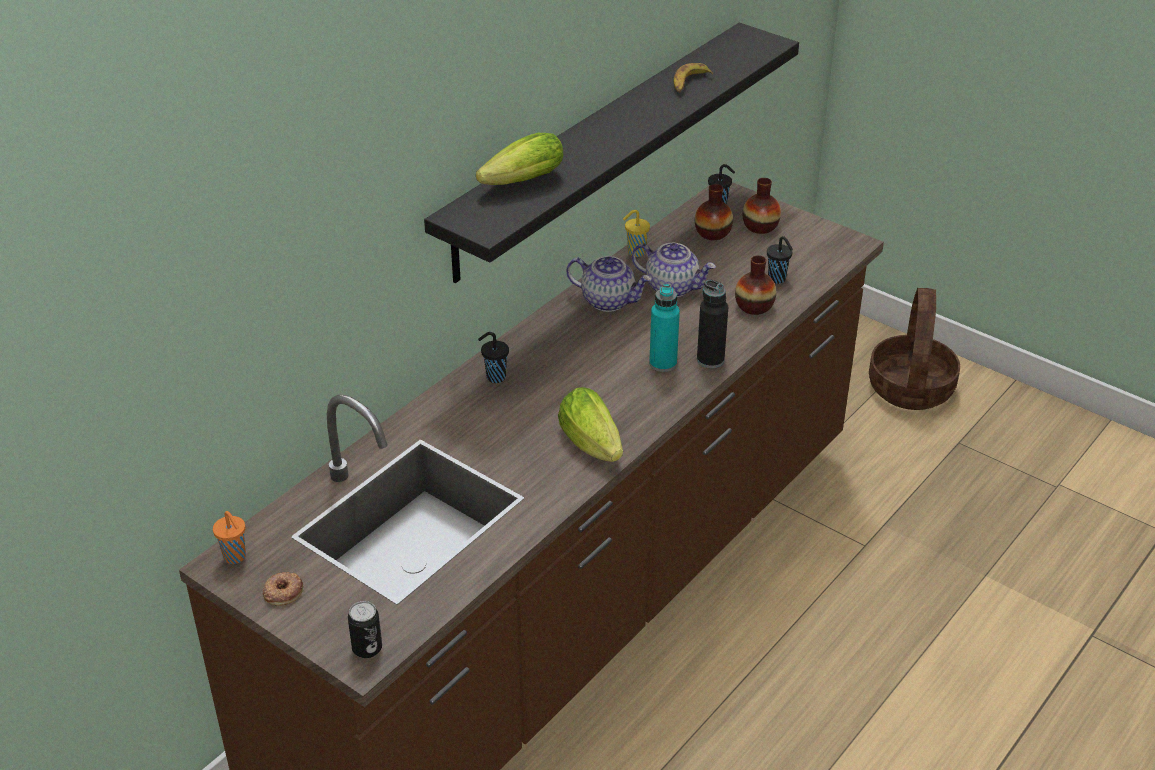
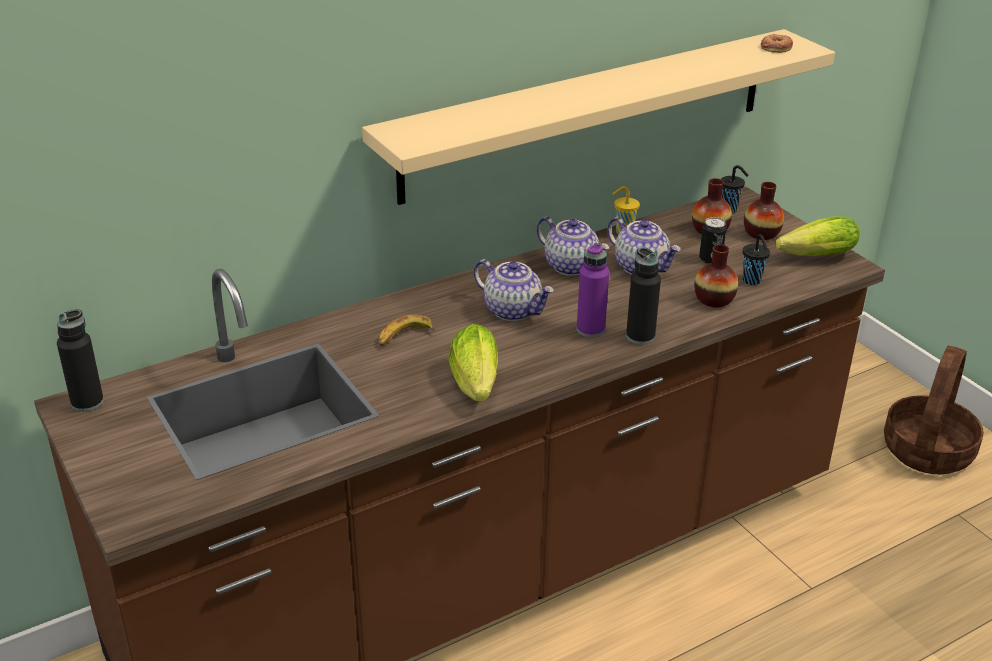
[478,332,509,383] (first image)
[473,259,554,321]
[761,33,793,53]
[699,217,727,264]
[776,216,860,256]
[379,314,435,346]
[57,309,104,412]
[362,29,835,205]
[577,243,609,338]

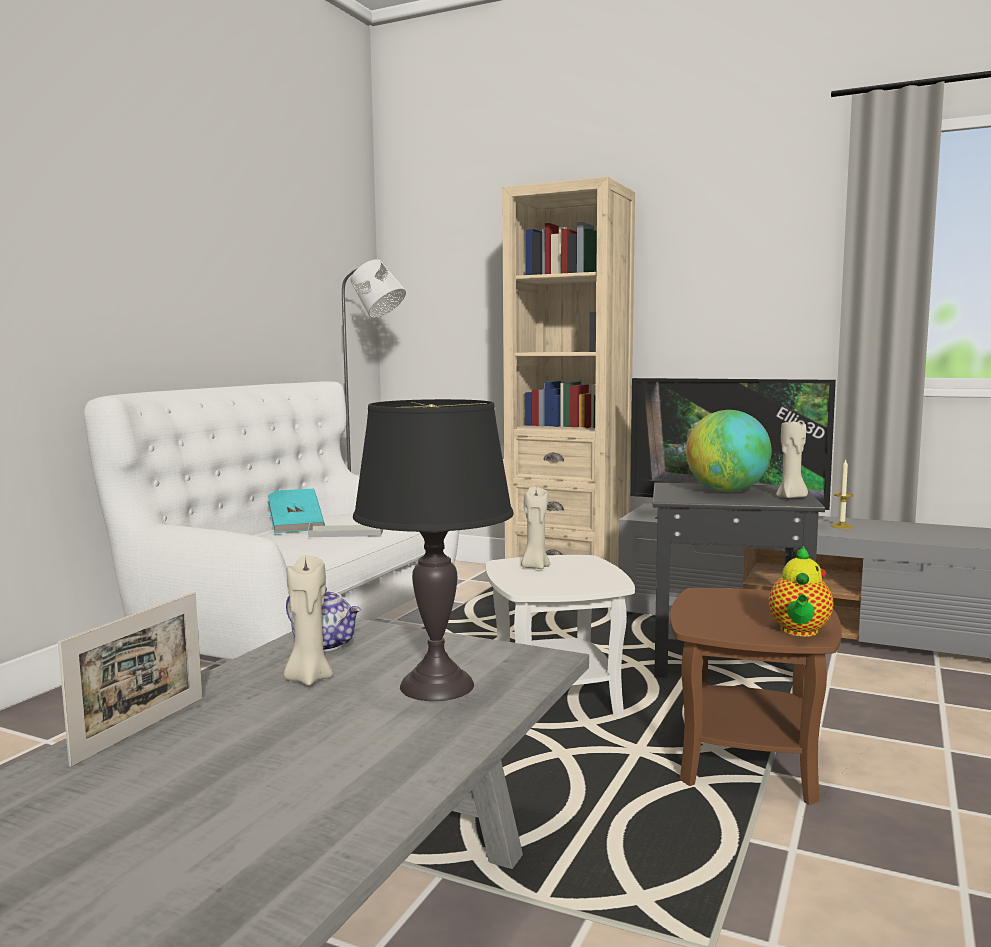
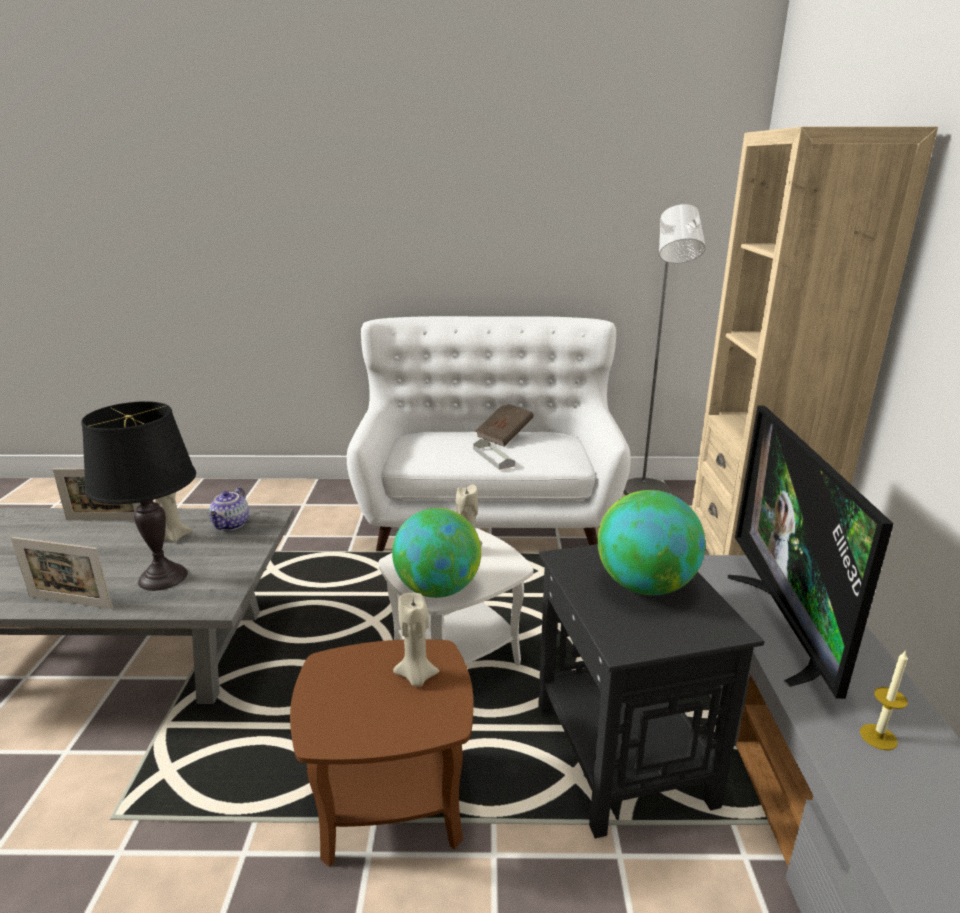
[769,546,833,637] (first image)
[11,537,113,609]
[392,508,481,598]
[393,593,439,687]
[476,404,534,446]

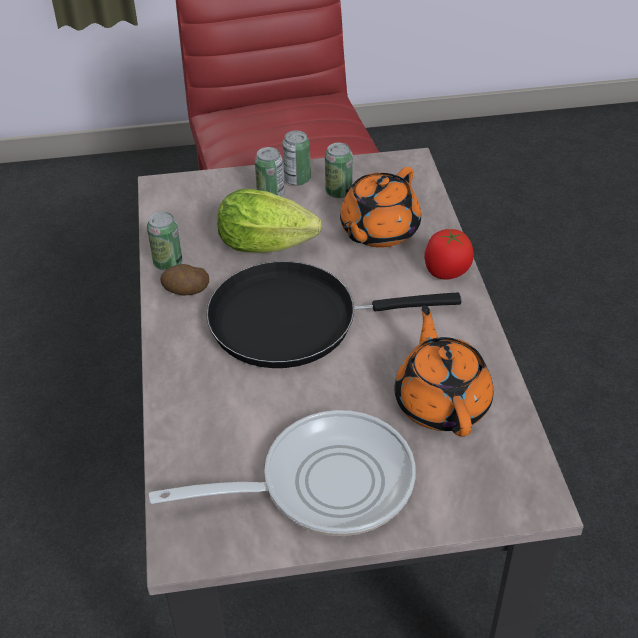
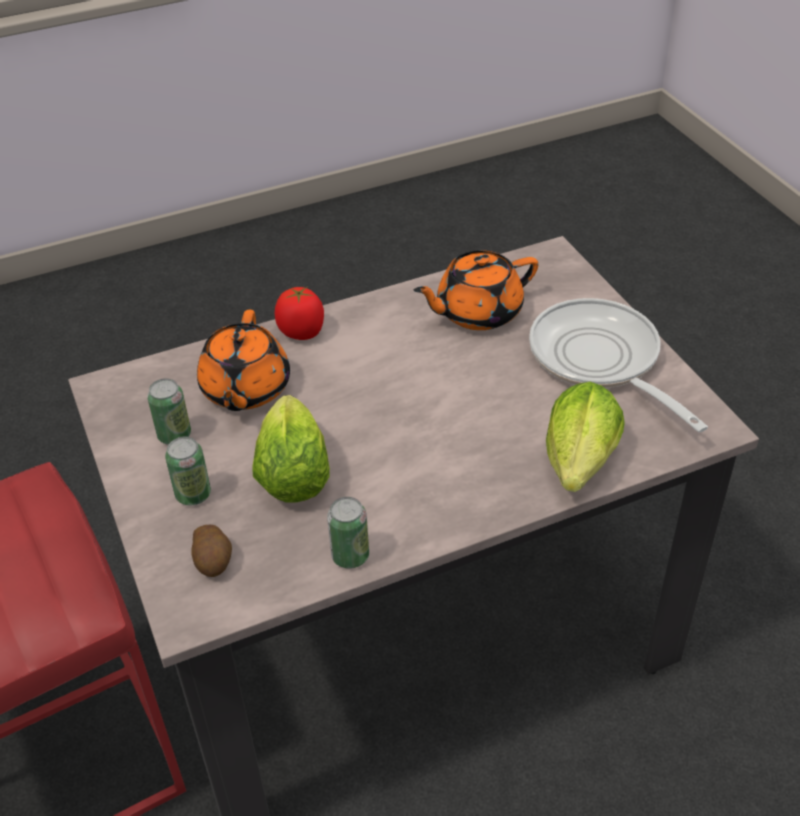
[206,261,462,368] (first image)
[282,130,311,186] (first image)
[546,382,625,492]
[191,525,232,577]
[197,310,290,411]

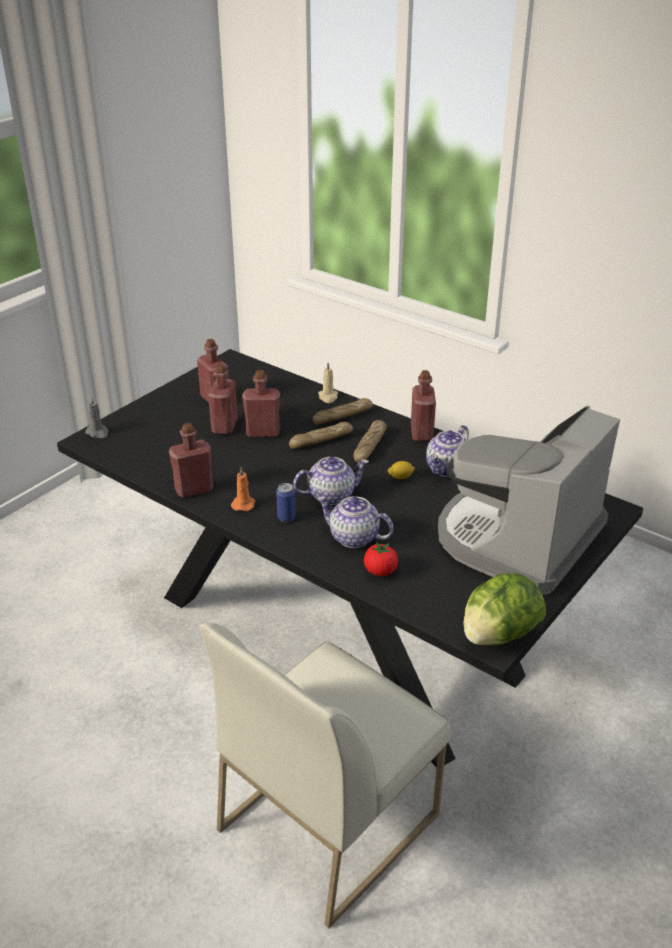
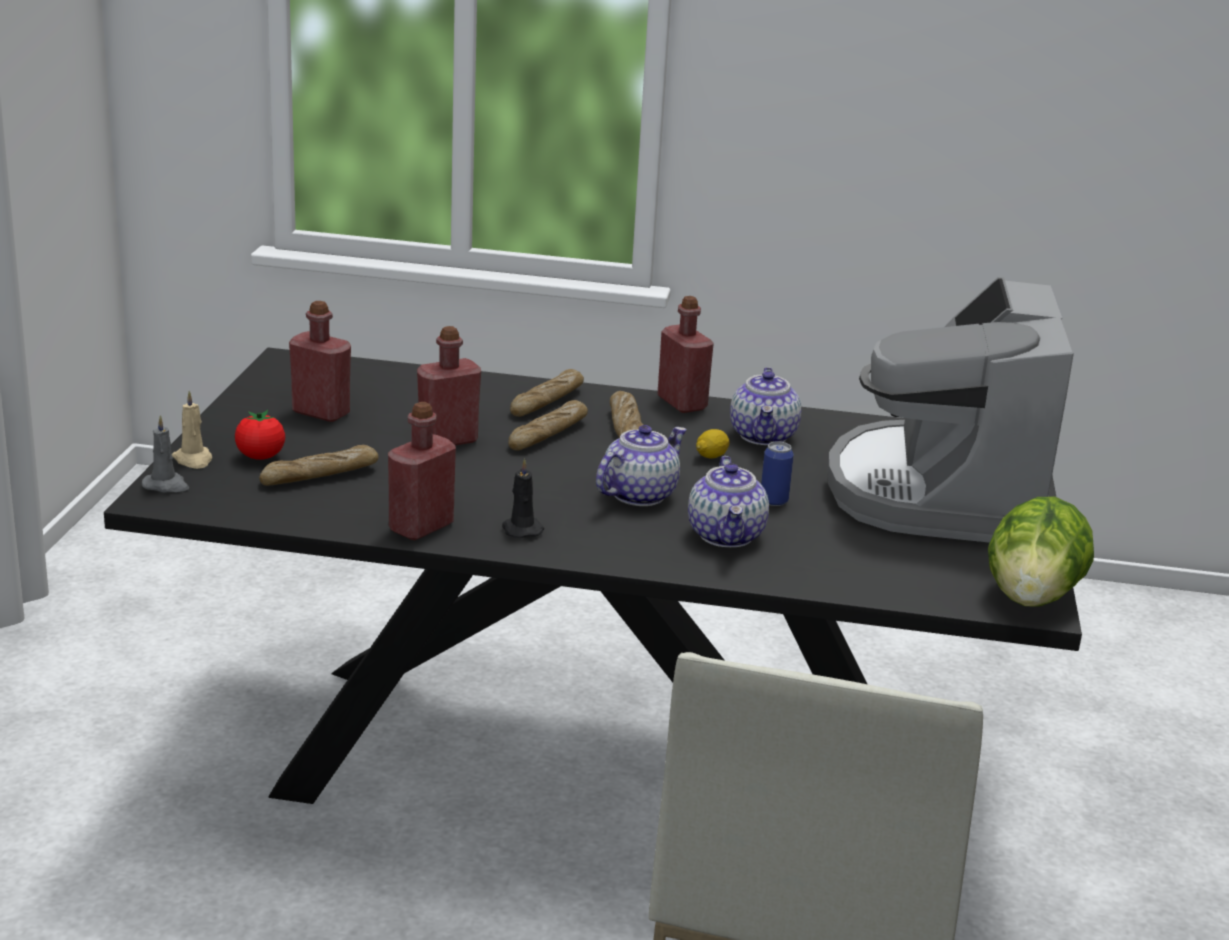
[208,364,238,435] (first image)
[259,445,379,486]
[761,441,794,506]
[172,391,212,469]
[235,410,285,460]
[502,458,544,538]
[688,456,769,547]

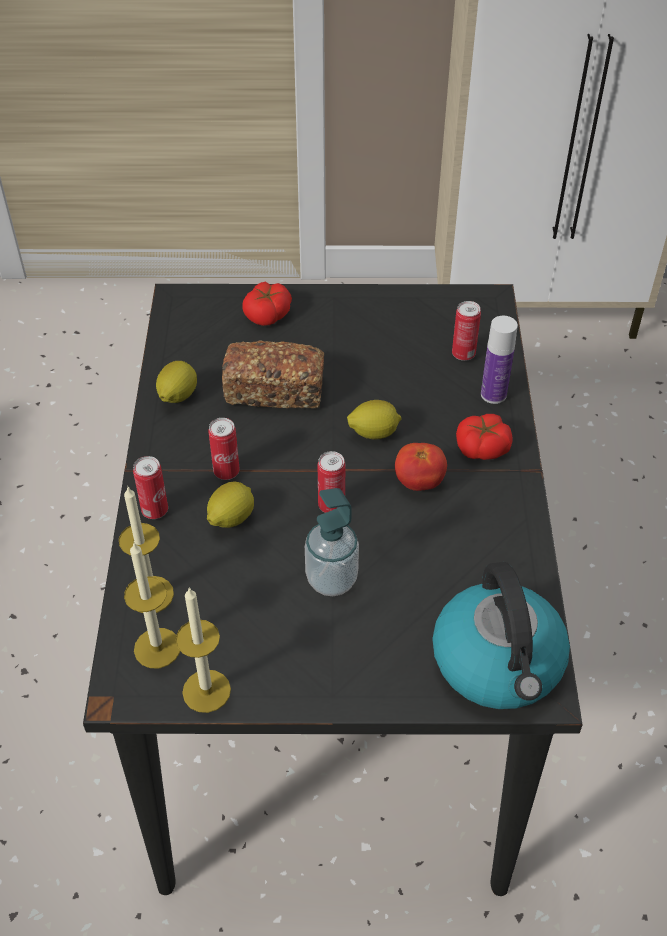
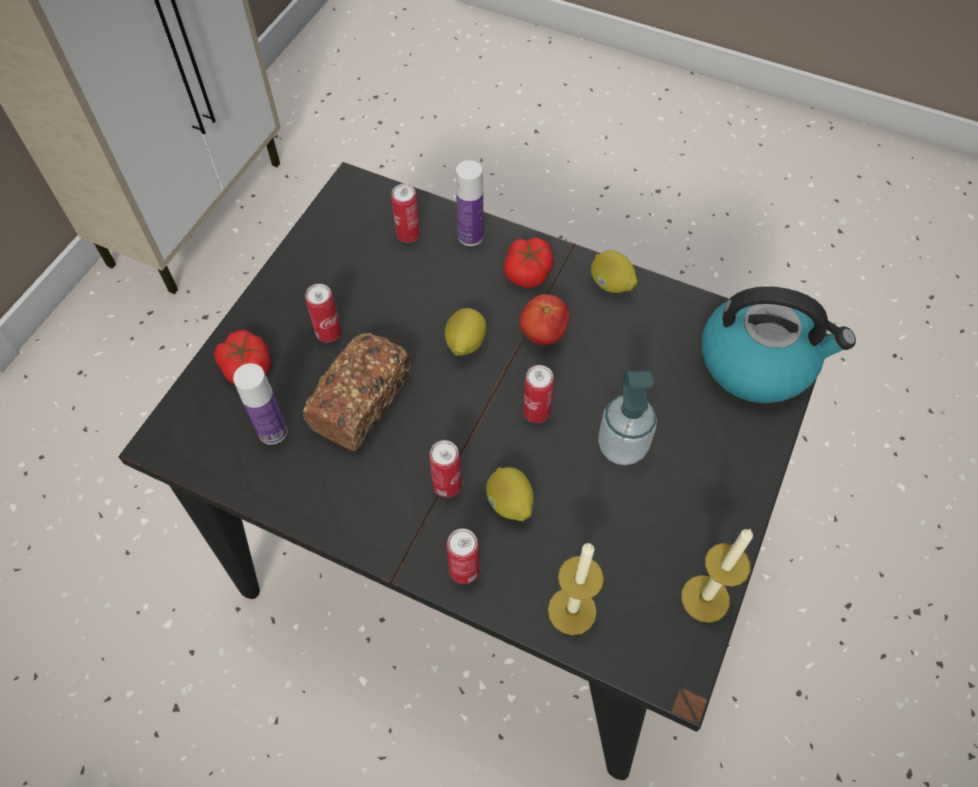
[124,543,180,668] (first image)
[233,363,287,445]
[305,284,341,342]
[591,250,638,293]

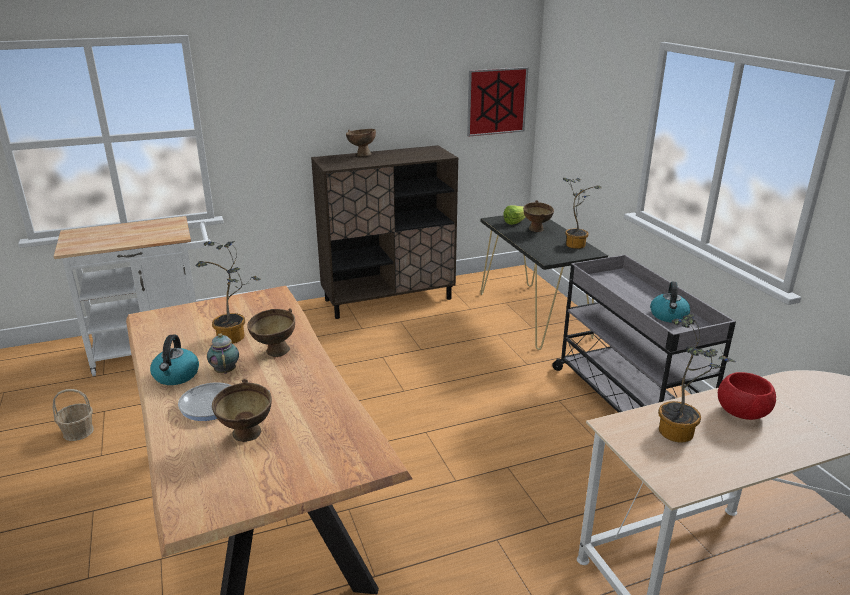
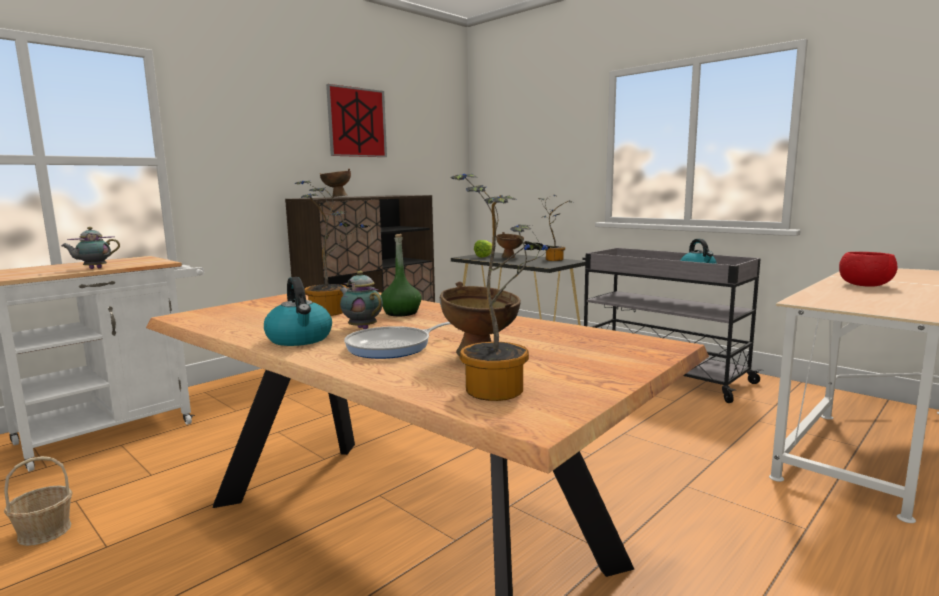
[61,227,120,269]
[326,84,387,157]
[451,174,557,401]
[381,234,422,316]

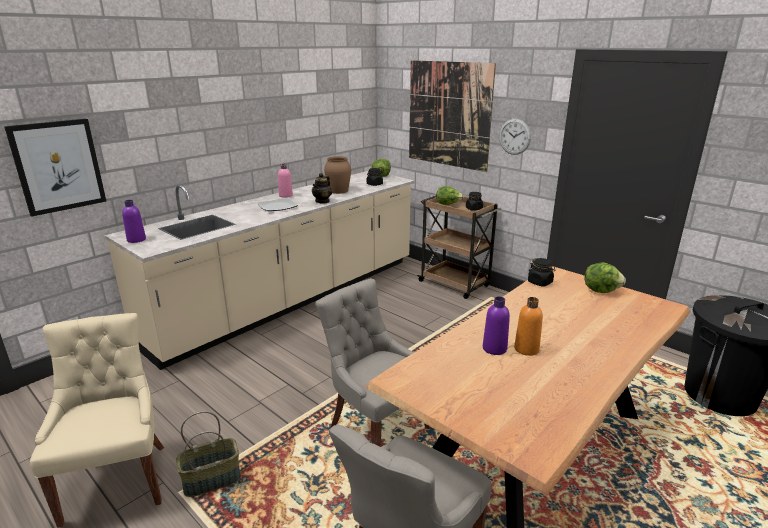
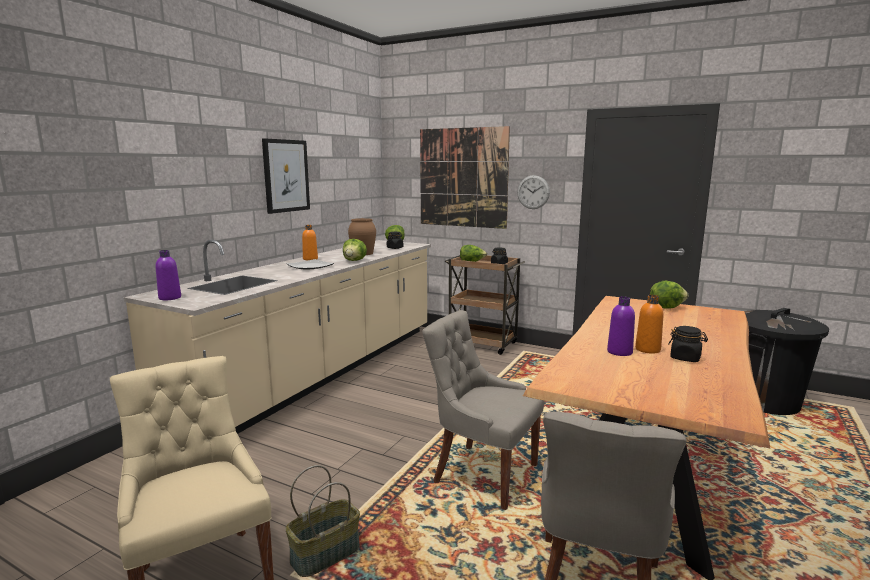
[262,138,310,214]
[668,326,708,362]
[343,239,367,261]
[302,225,318,260]

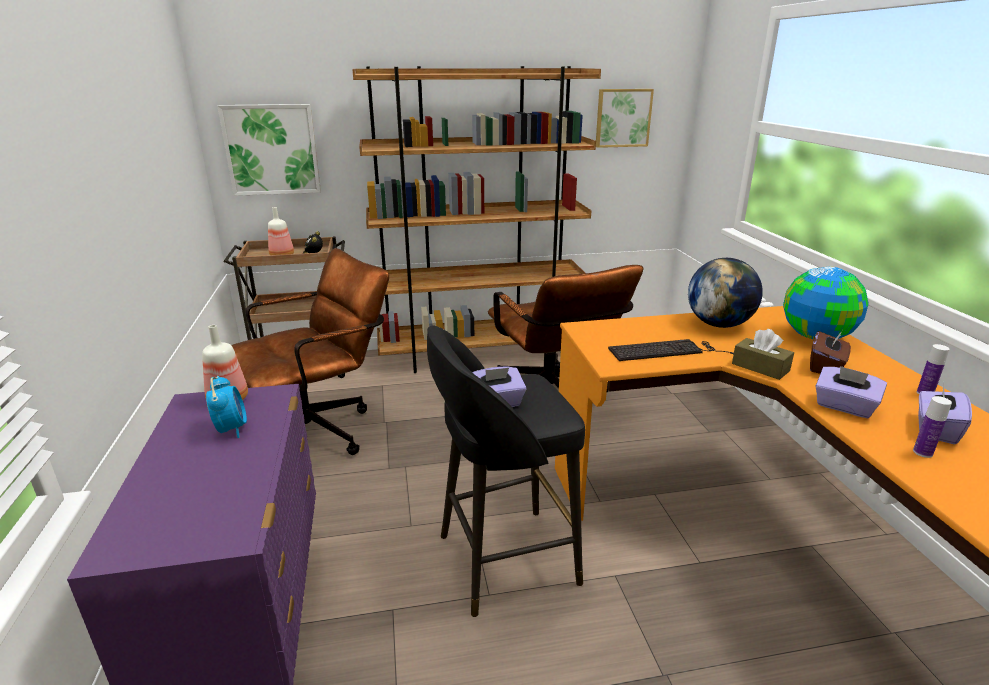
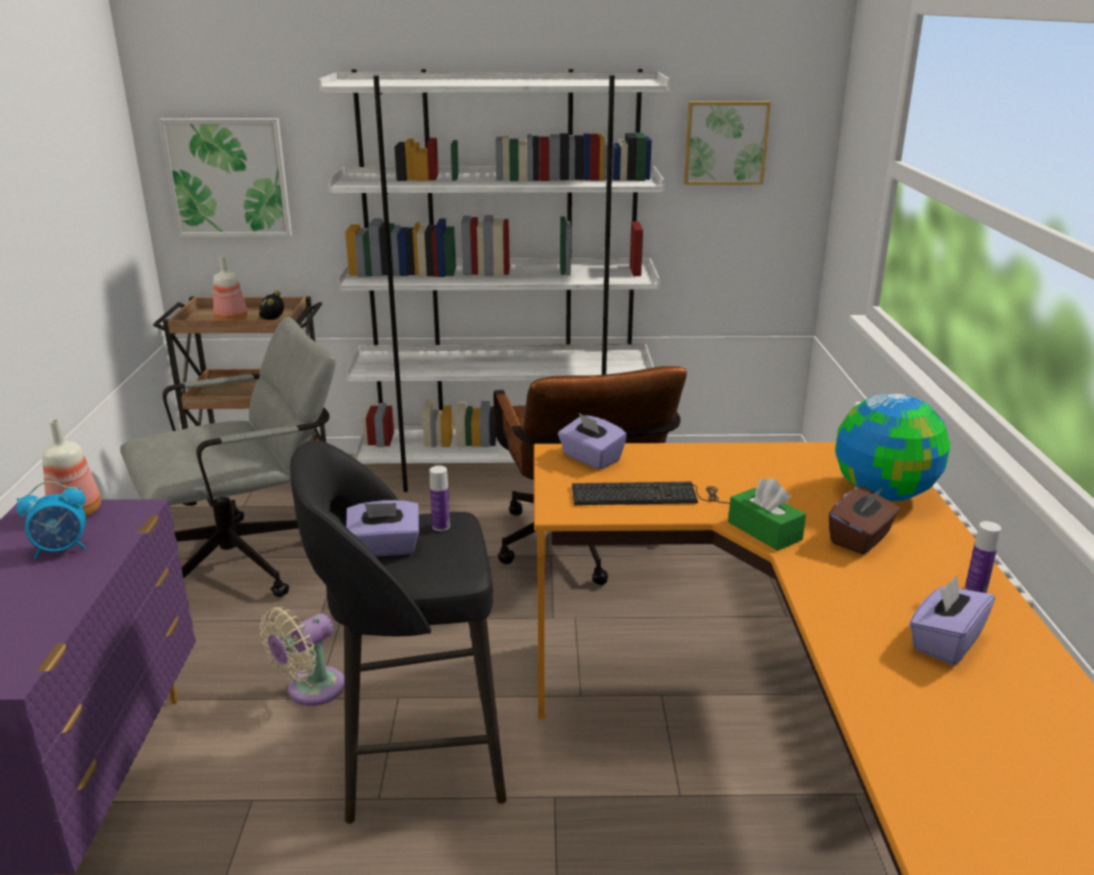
[688,258,763,328] (first image)
[260,607,344,706]
[558,412,627,470]
[430,466,450,531]
[120,316,336,597]
[318,69,670,492]
[728,478,806,551]
[16,481,86,559]

